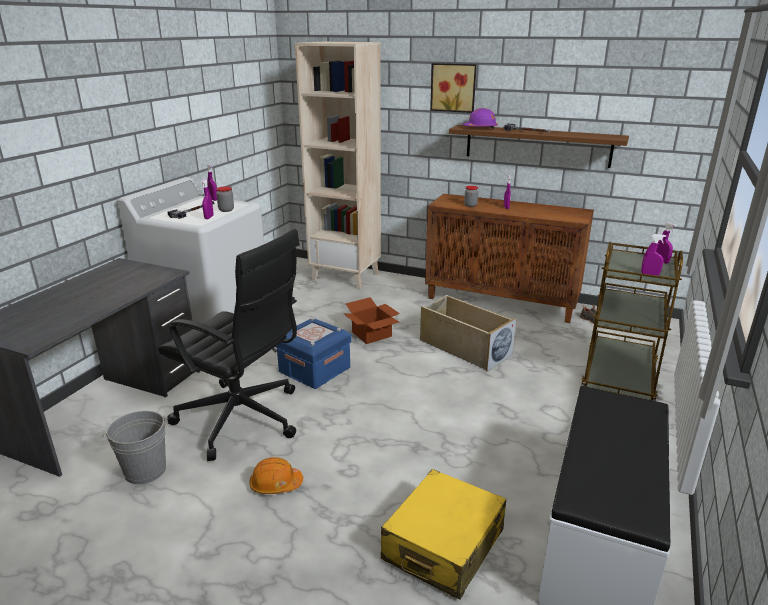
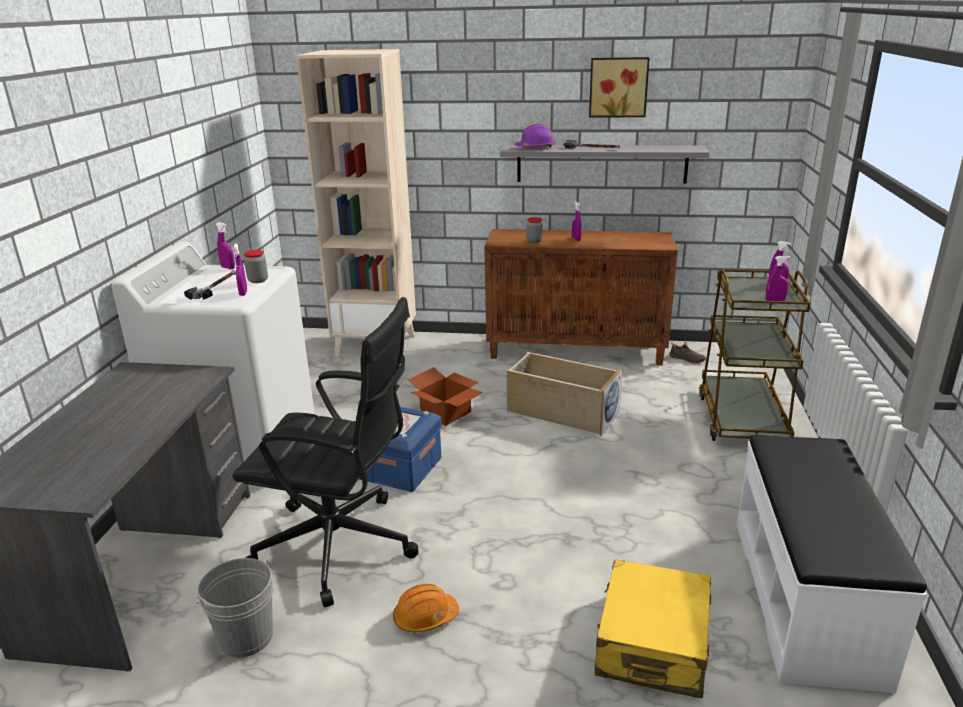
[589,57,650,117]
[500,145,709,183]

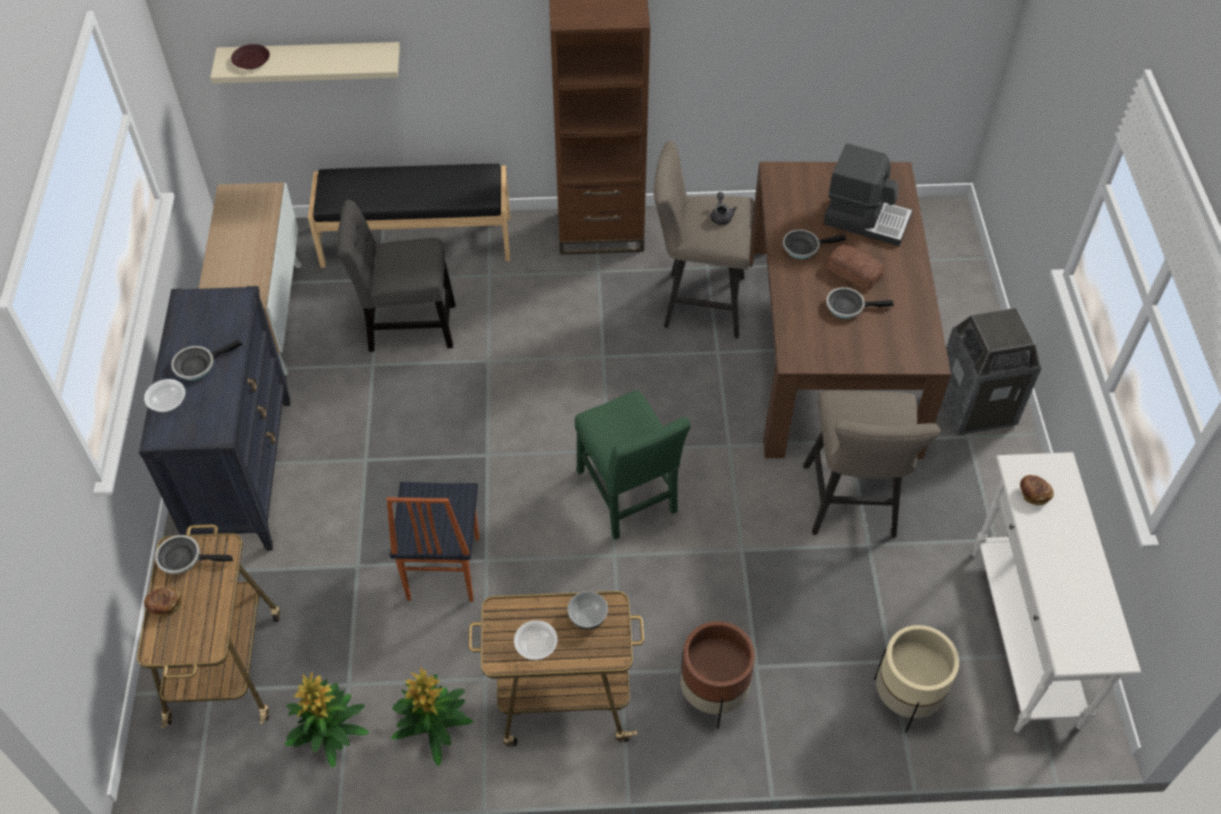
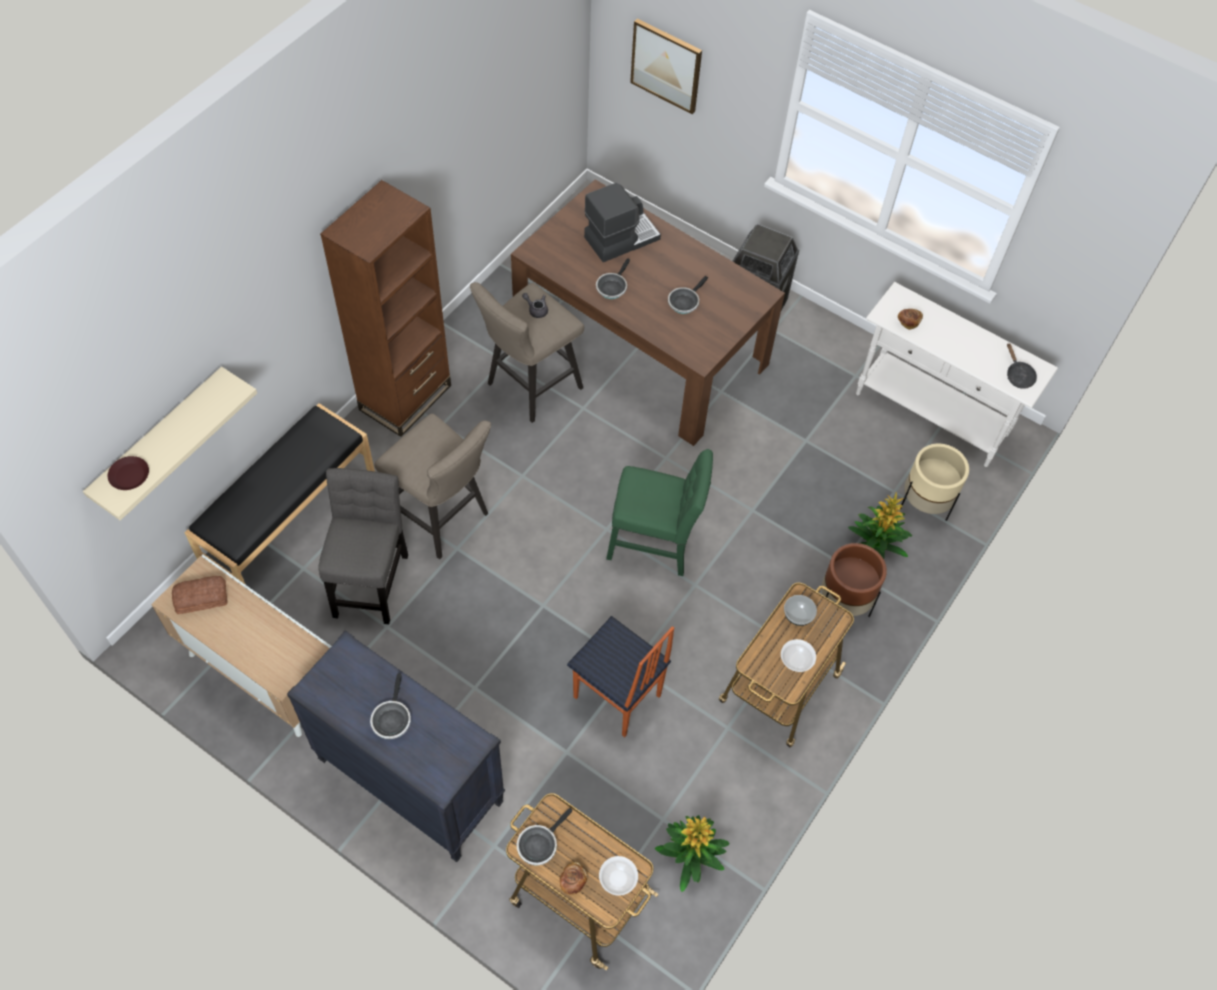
[630,19,702,114]
[1007,343,1037,389]
[599,856,638,896]
[848,491,912,559]
[374,414,491,559]
[172,576,228,614]
[318,468,408,624]

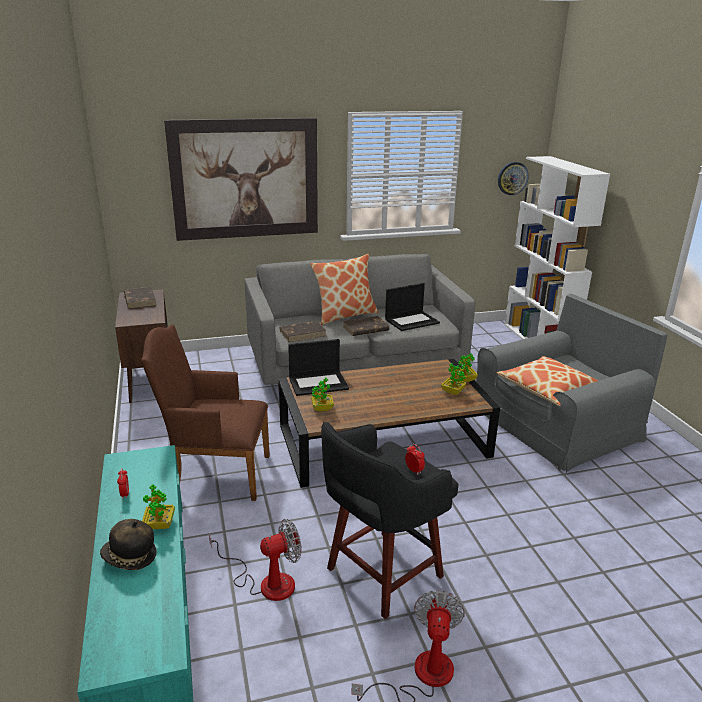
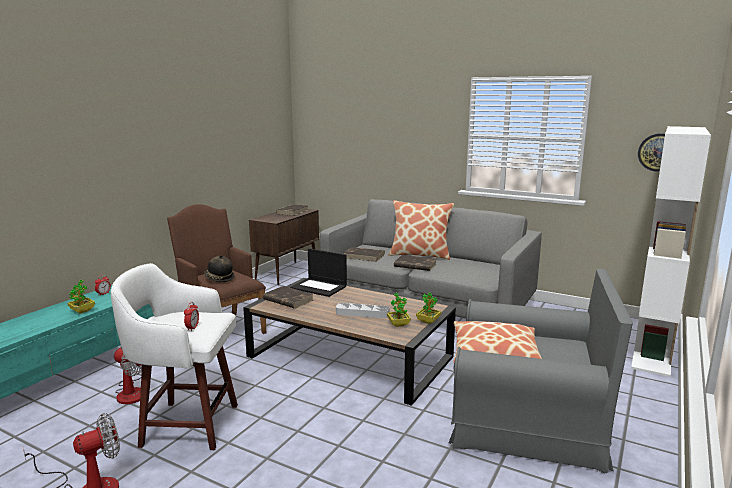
[164,118,318,241] (first image)
[385,283,440,331] (first image)
[336,303,389,318]
[204,255,235,283]
[263,286,314,309]
[111,263,238,450]

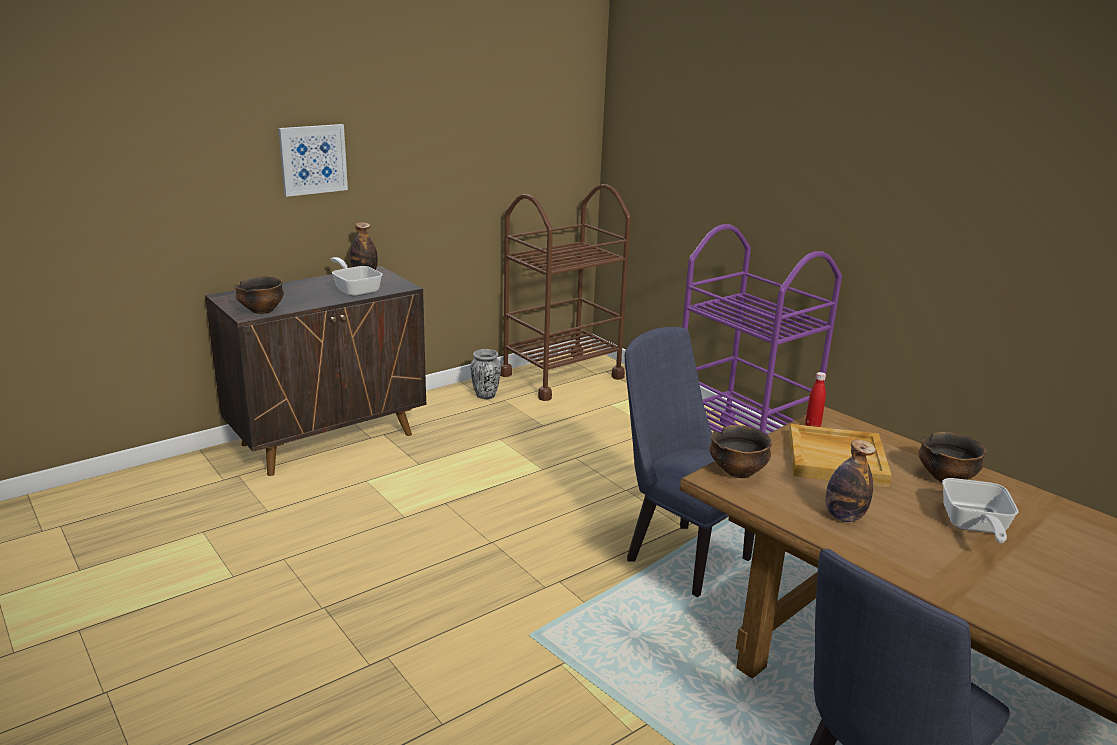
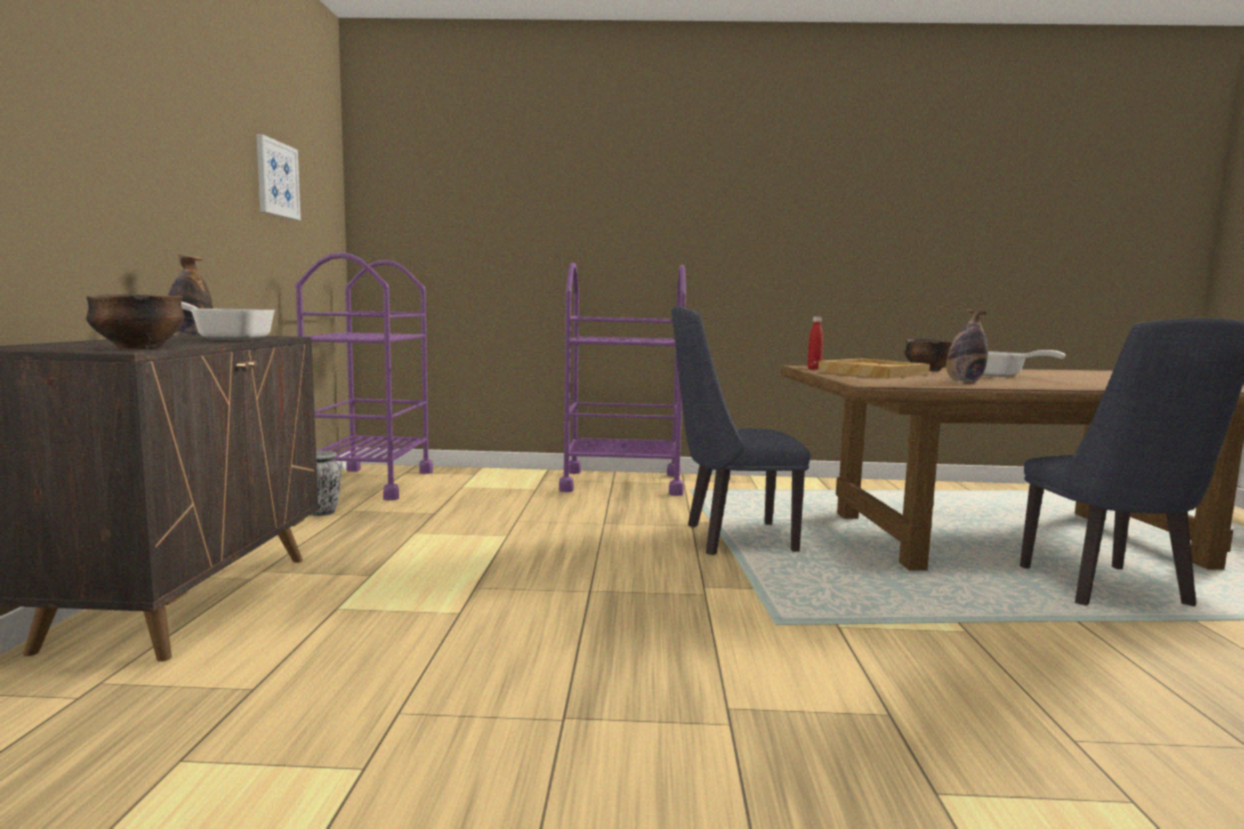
[709,425,772,478] (first image)
[256,134,301,220]
[295,252,433,501]

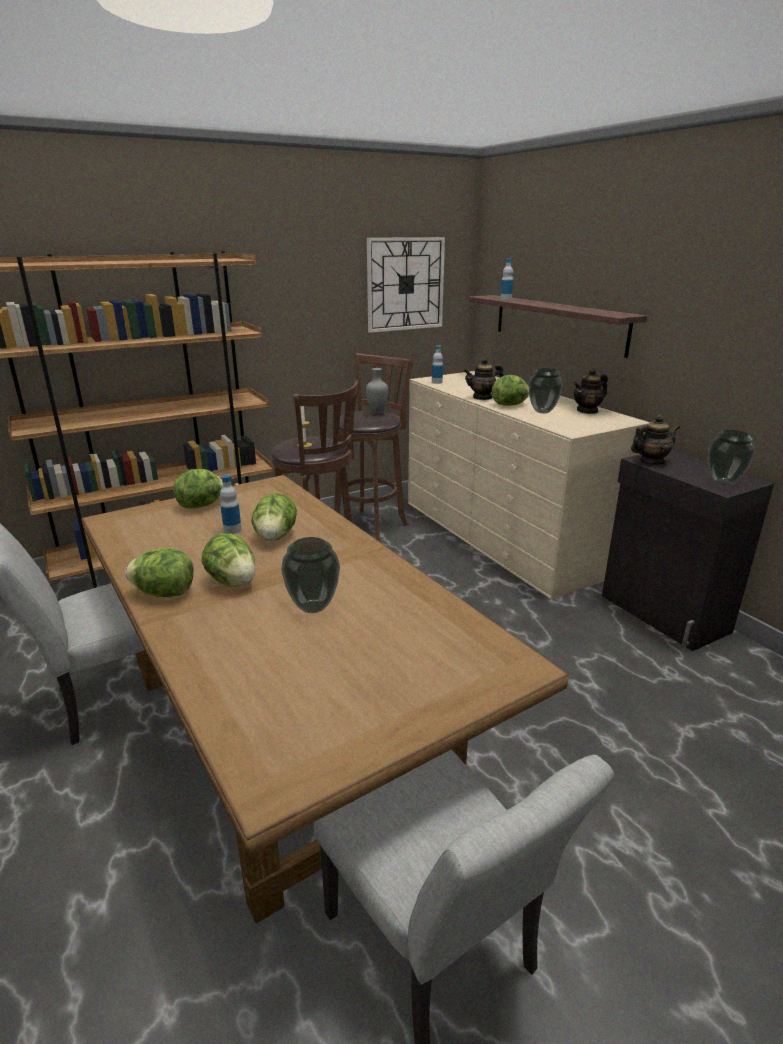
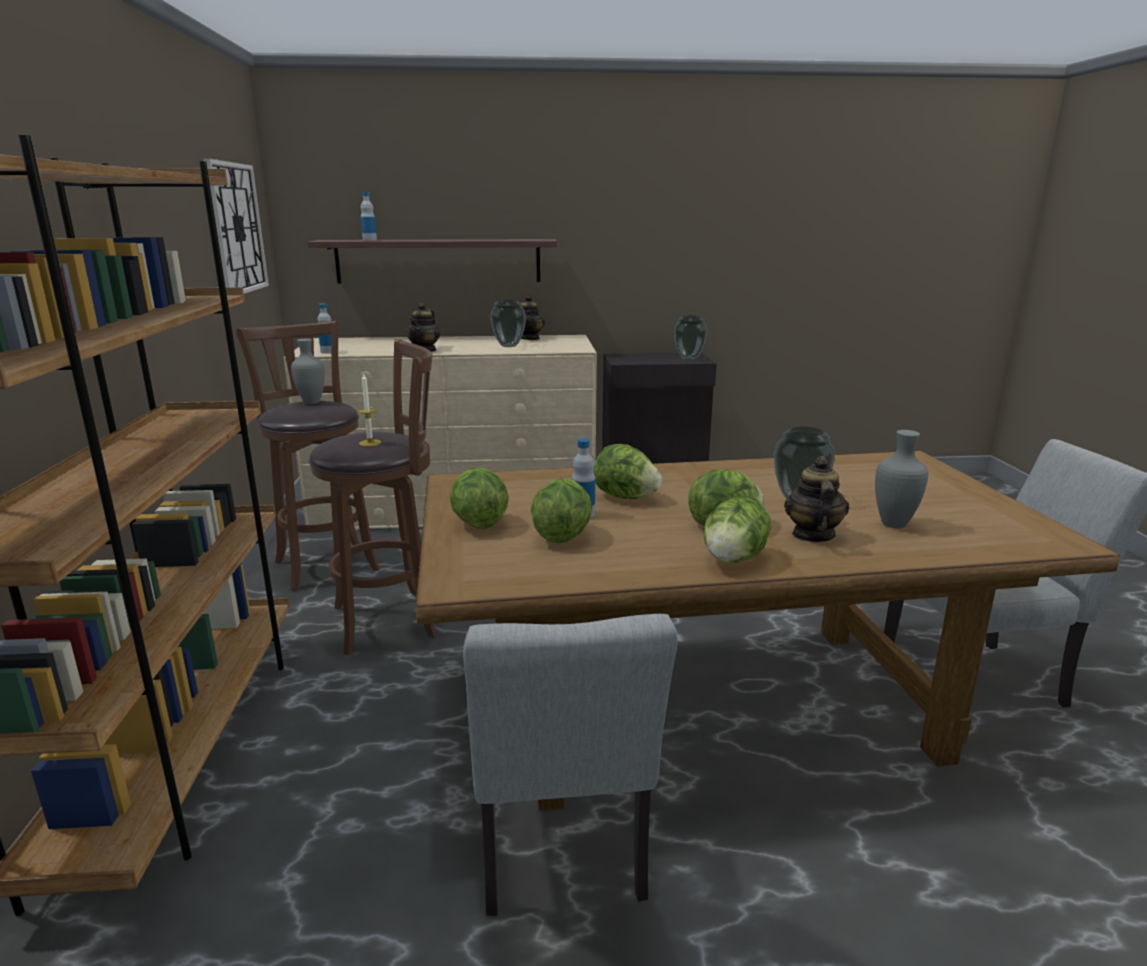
[875,430,928,529]
[531,478,592,544]
[784,456,849,542]

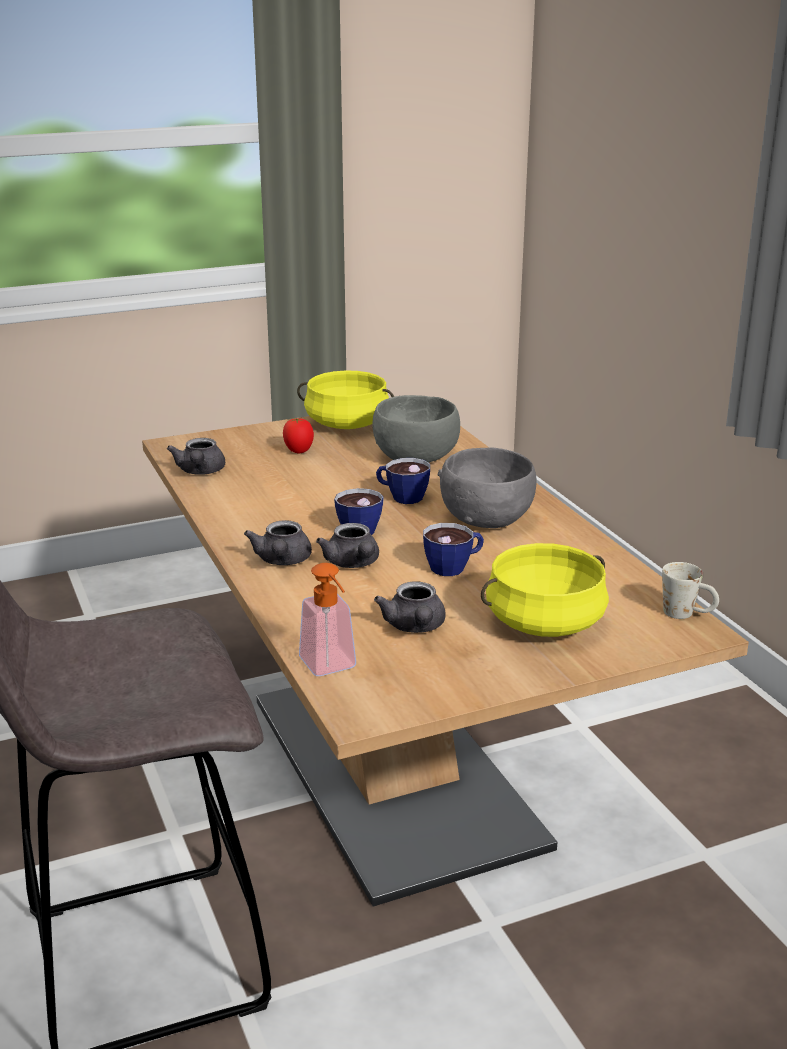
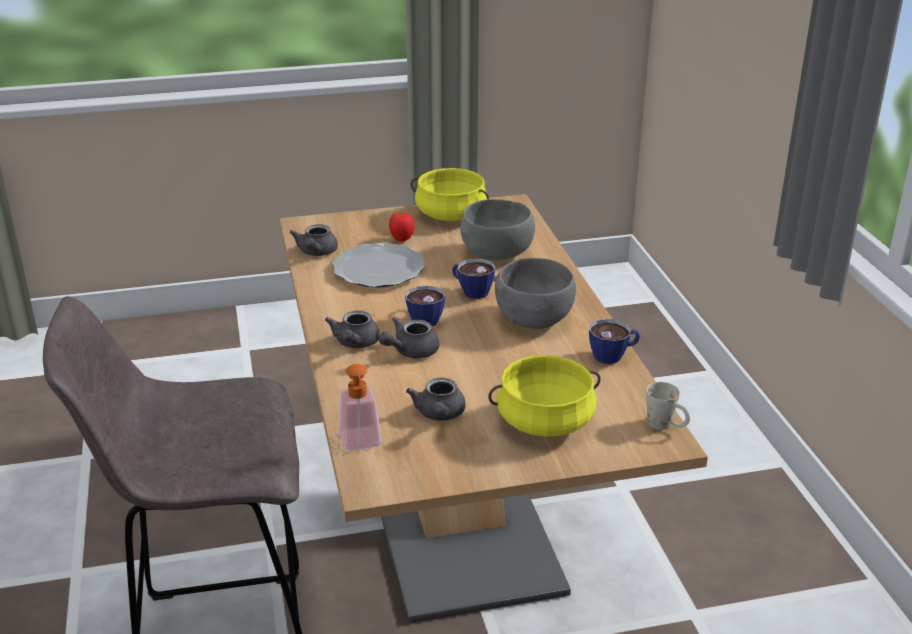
[332,242,426,288]
[589,319,640,364]
[379,317,439,359]

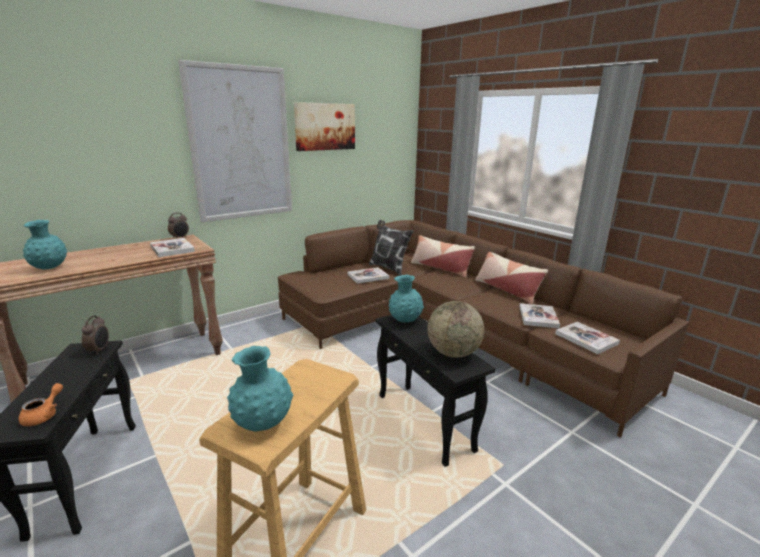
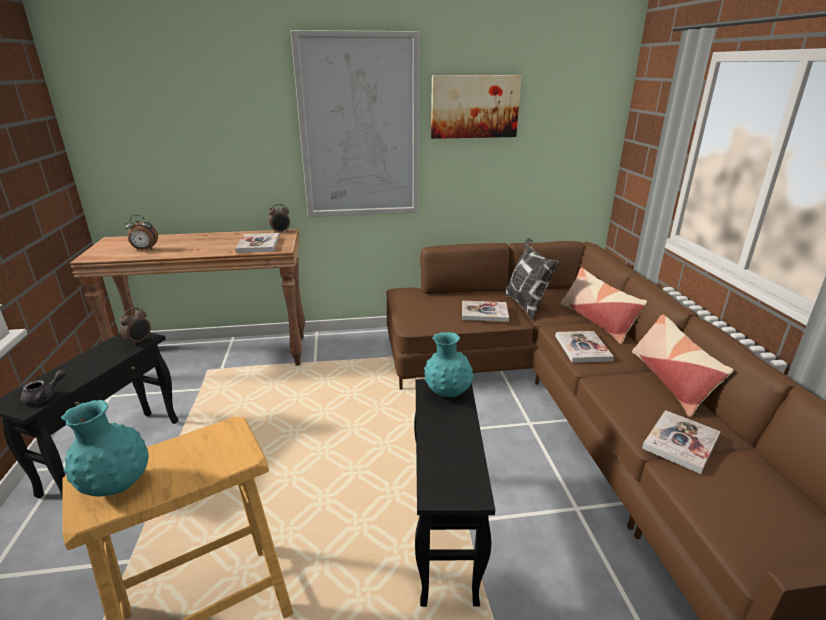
[427,301,484,358] (first image)
[555,331,614,363]
[125,215,158,250]
[21,370,66,405]

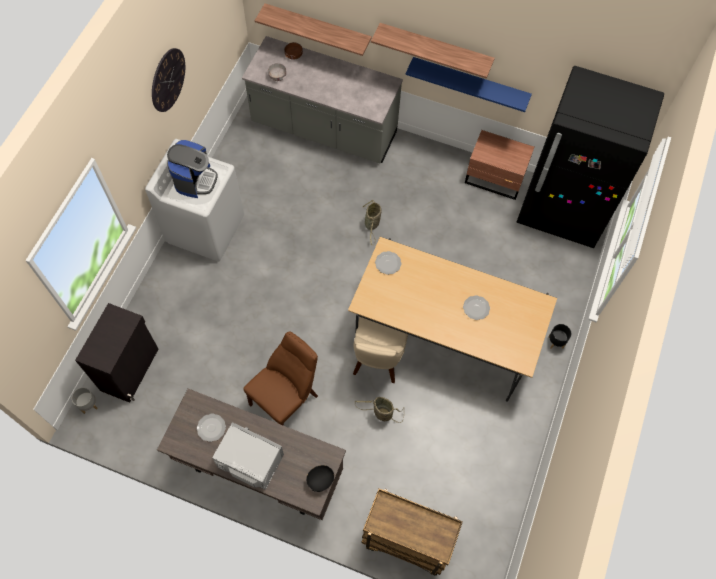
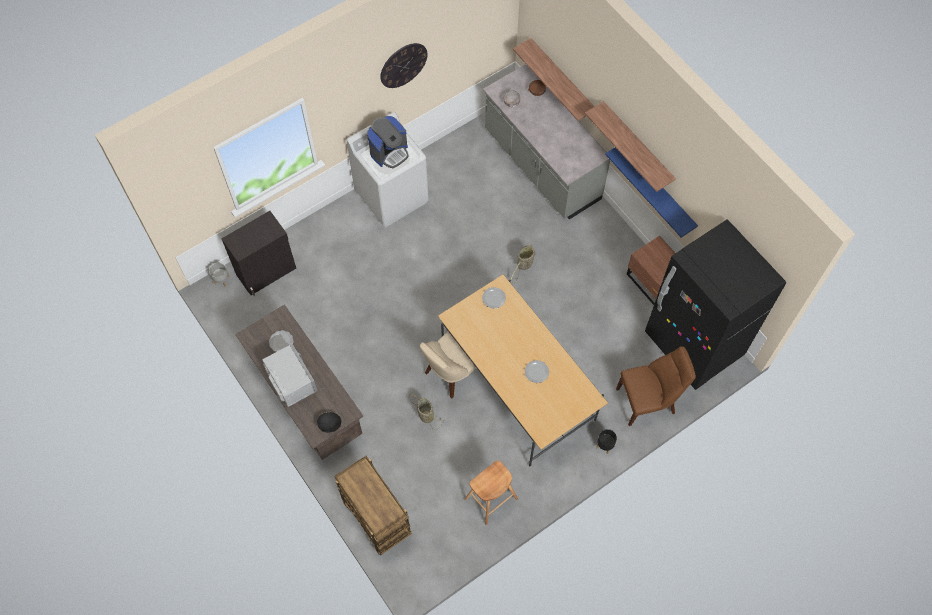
[465,461,518,525]
[616,346,696,426]

